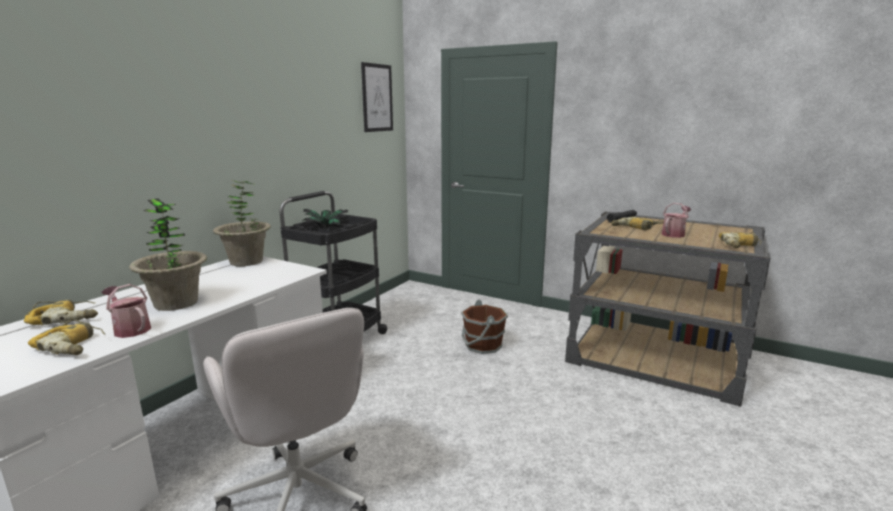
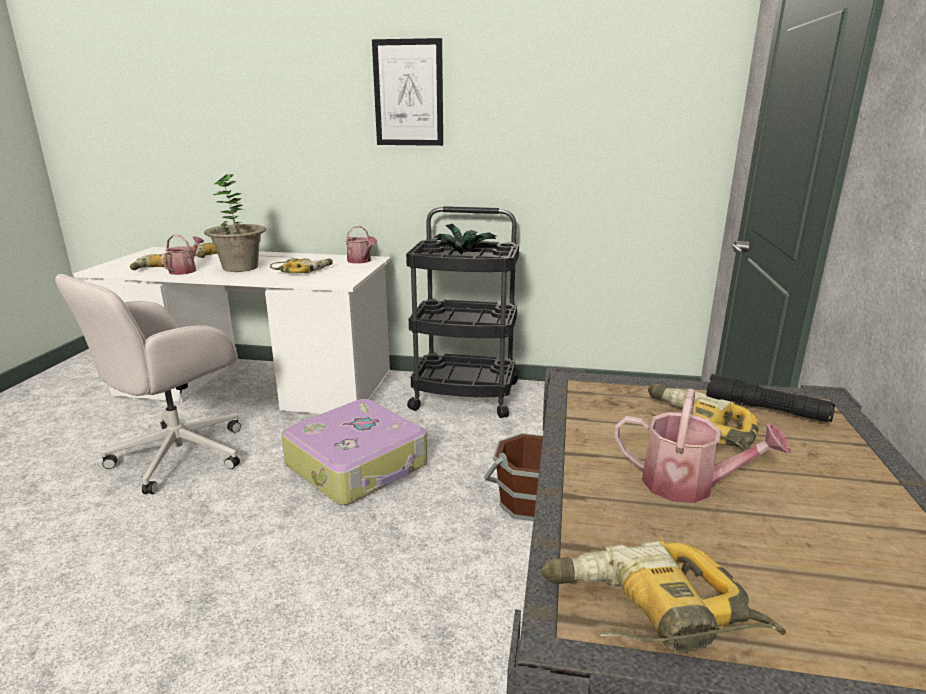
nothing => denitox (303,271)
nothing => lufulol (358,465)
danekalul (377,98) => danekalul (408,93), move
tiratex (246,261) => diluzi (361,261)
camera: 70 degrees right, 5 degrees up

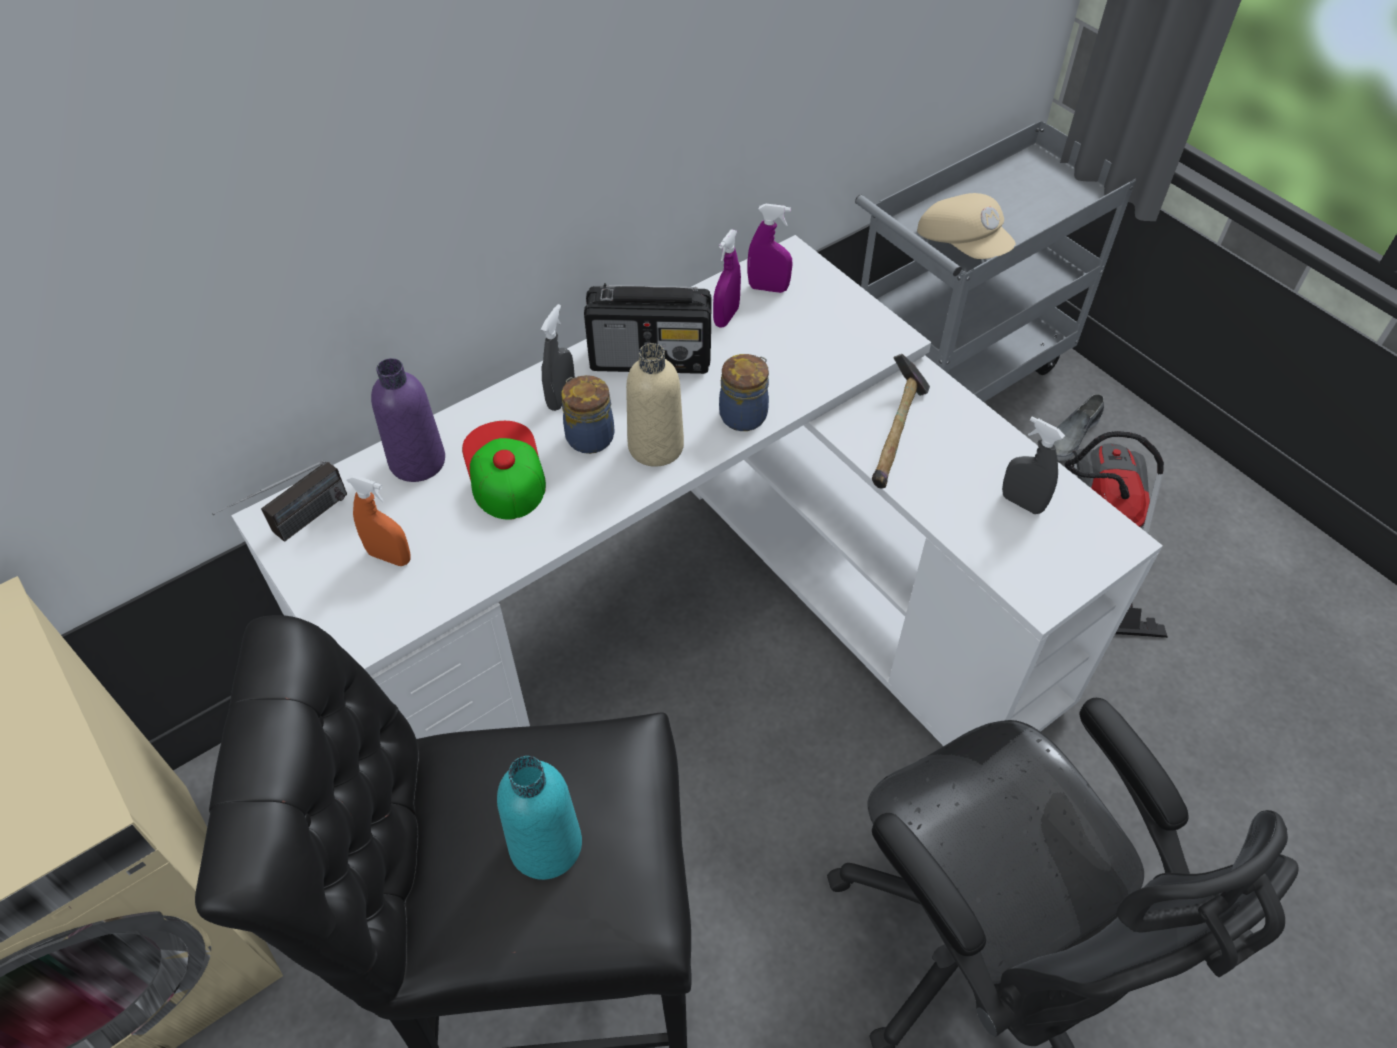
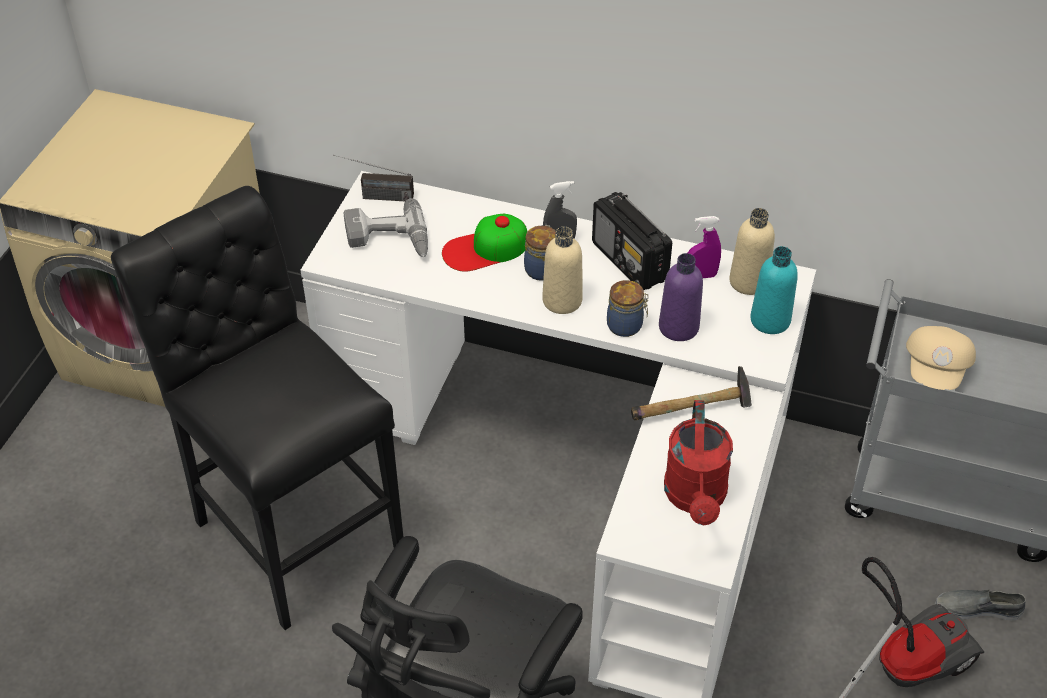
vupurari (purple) (417,461) => vupurari (purple) (678,327), move
vupurari (turquoise) (546,845) => vupurari (turquoise) (770,320), move
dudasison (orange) (390,557) => denitox (388,241)
dudasison (purple) (768,288) => vupurari (beige) (748,282)
dudasison (grey) (1021,503) => diluzi (red) (696,498)
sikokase (504,469) => sikokase (485,249), 150 degrees counterclockwise
camera: 55 degrees right, 5 degrees down

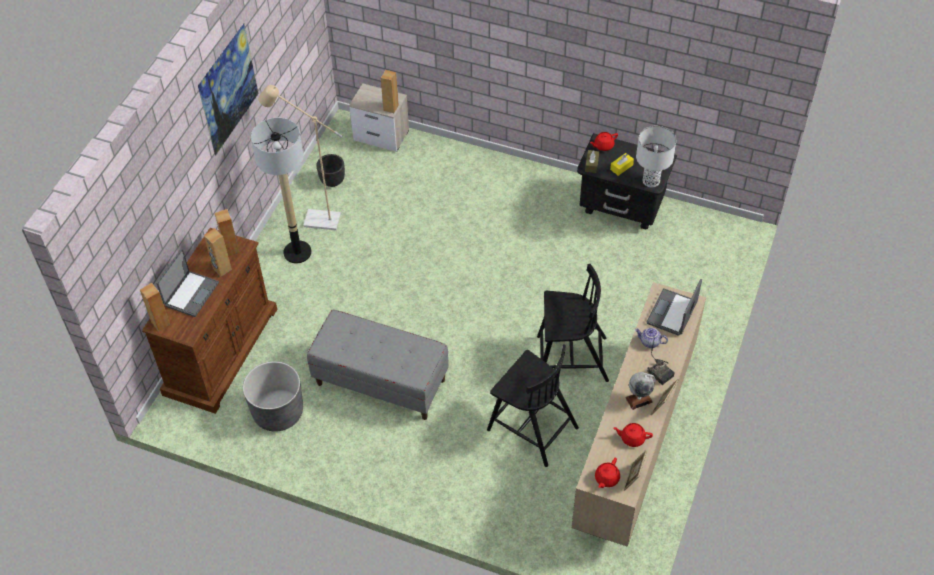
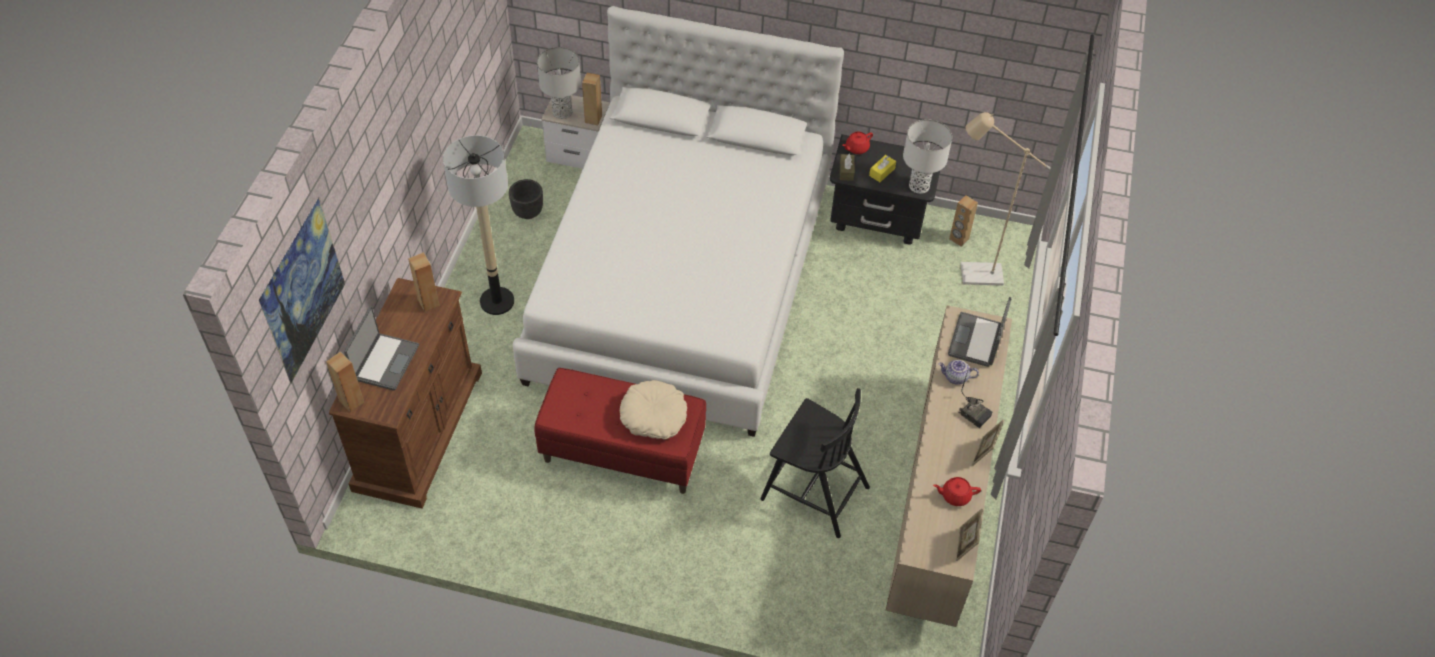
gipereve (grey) (278,412) => nothing
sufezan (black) (570,359) => nothing
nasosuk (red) (606,478) => nothing
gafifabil (639,399) => nothing
nothing => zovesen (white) (682,281)
nothing => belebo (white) (562,112)
nothing => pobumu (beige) (654,415)
danekalul (233,107) => danekalul (311,312), move
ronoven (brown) (222,269) => ronoven (brown) (958,239), move
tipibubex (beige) (315,220) => tipibubex (beige) (973,274), move
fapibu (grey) (381,381) => fapibu (red) (623,451)
camera: 10 degrees left, 0 degrees up

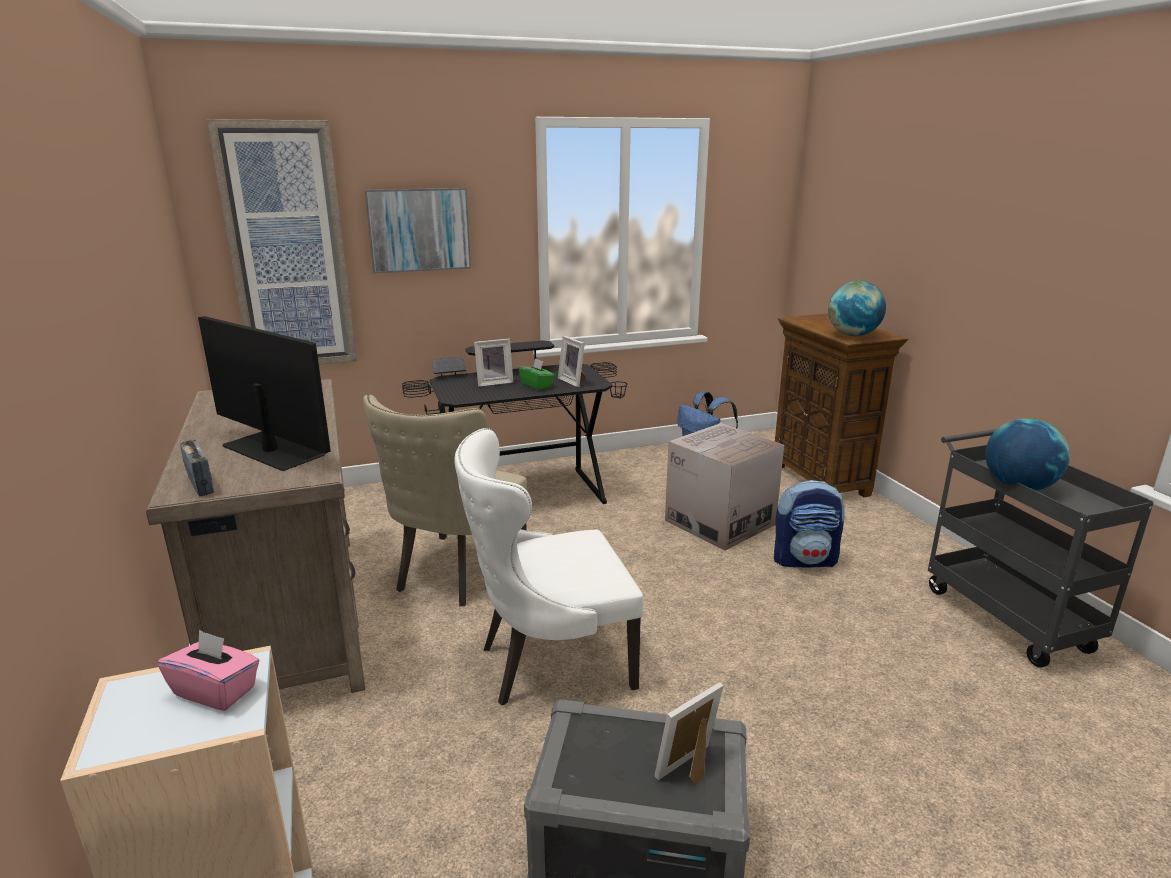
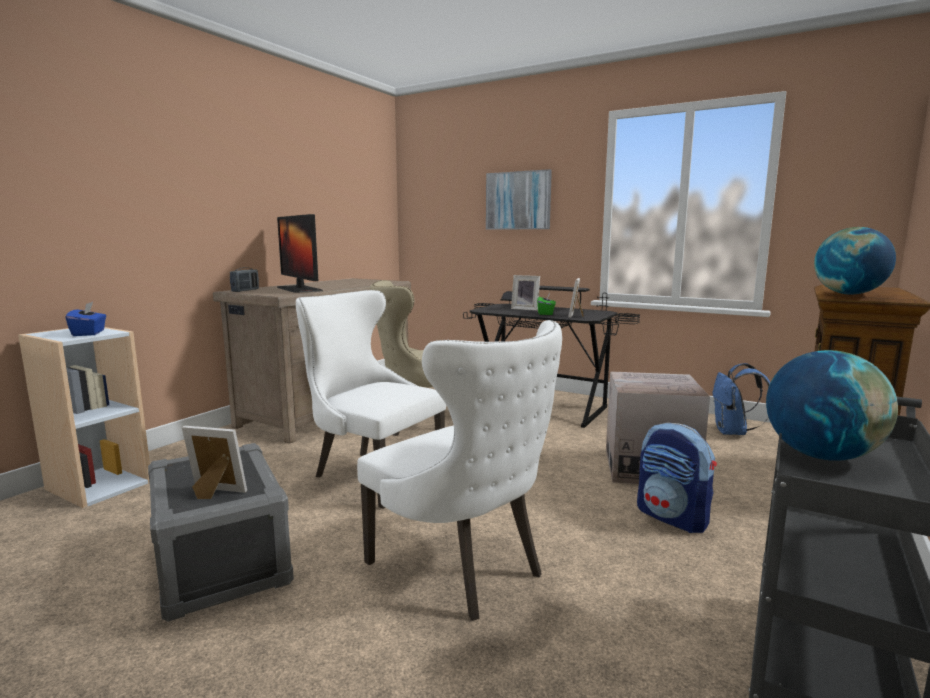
danekalul (288,249) => nothing
nothing => sufezan (white) (463,567)
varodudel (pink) (216,691) => varodudel (blue) (89,333)
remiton (273,451) => remiton (299,289), 150 degrees clockwise
camera: 50 degrees right, 10 degrees down

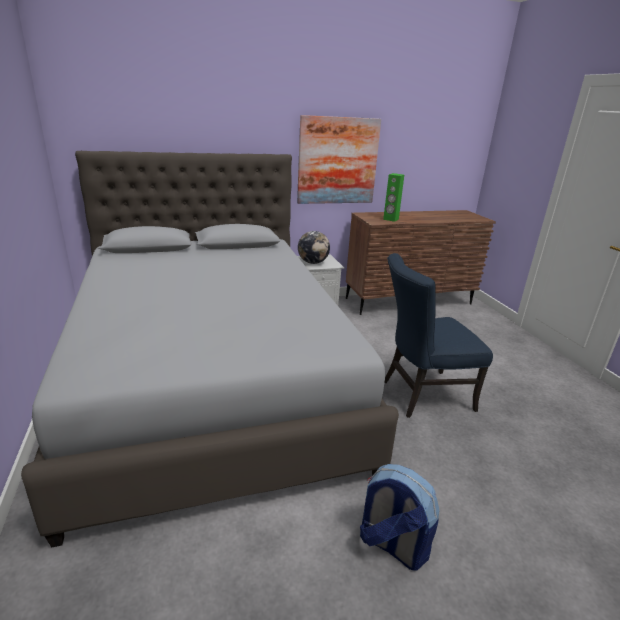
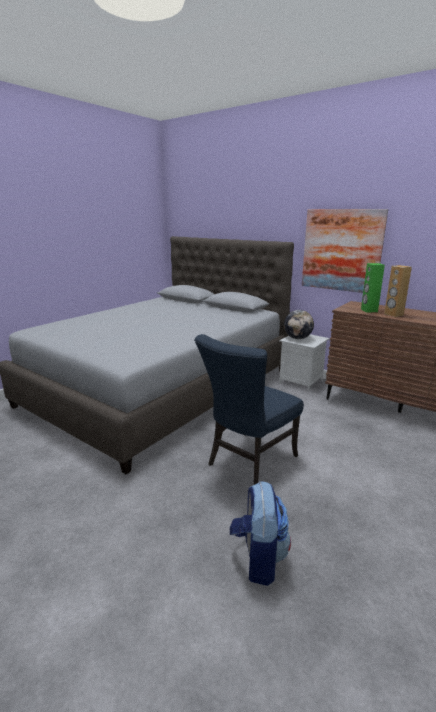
nothing => ronoven (brown) (393,314)
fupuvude (391,545) => fupuvude (258,558), move
sufezan (blue) (421,395) => sufezan (blue) (248,462), 90 degrees counterclockwise
camera: 55 degrees right, 5 degrees down

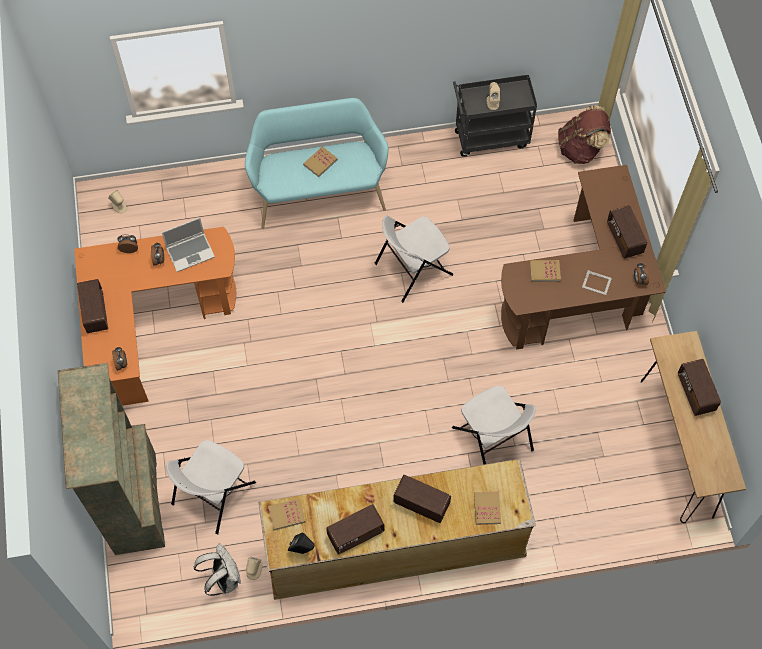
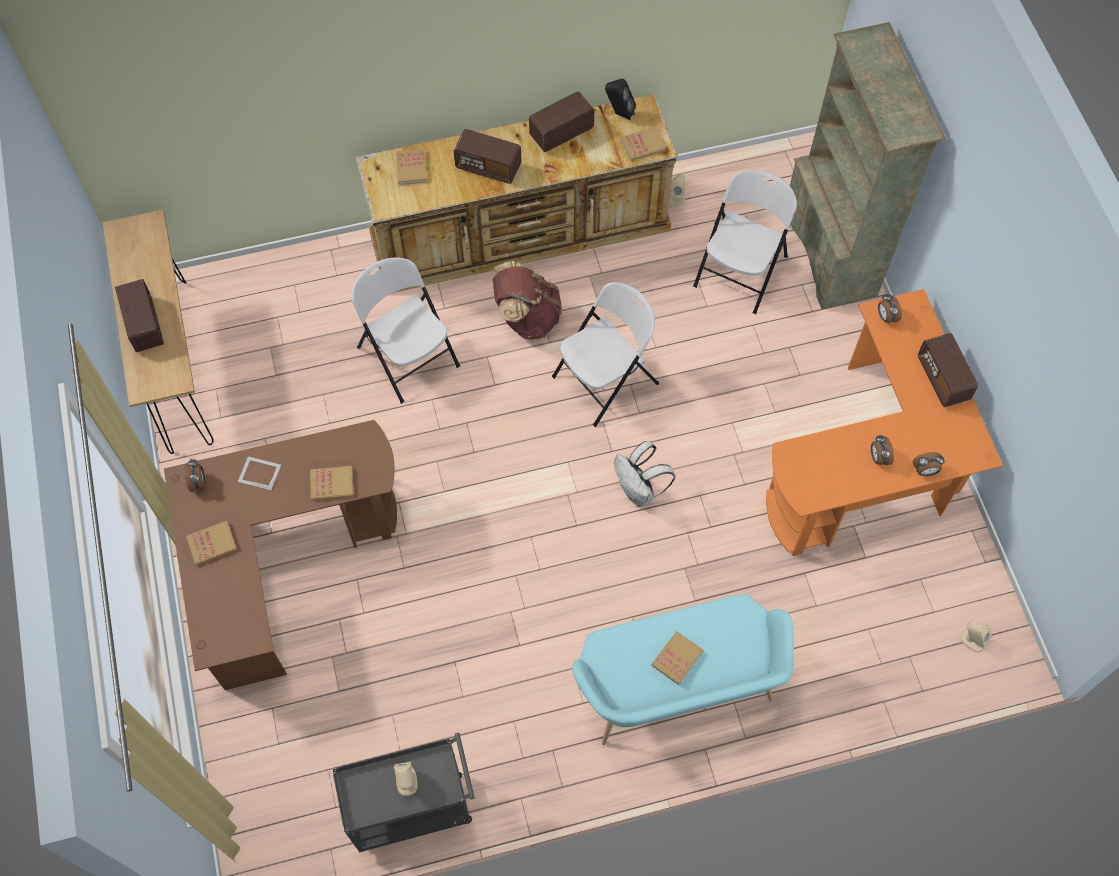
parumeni (190,252) => nothing
fupuvude (white) (223,578) => fupuvude (white) (639,491), move
sufezan (white) (413,269) => sufezan (white) (605,380), move
fupuvude (brown) (581,148) => fupuvude (brown) (527,317), move
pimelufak (624,238) => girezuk (212,544)
camera: 175 degrees right, 0 degrees up

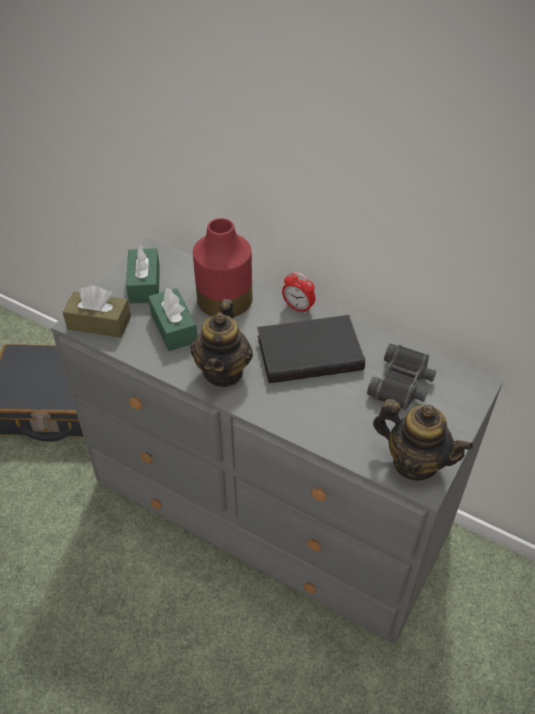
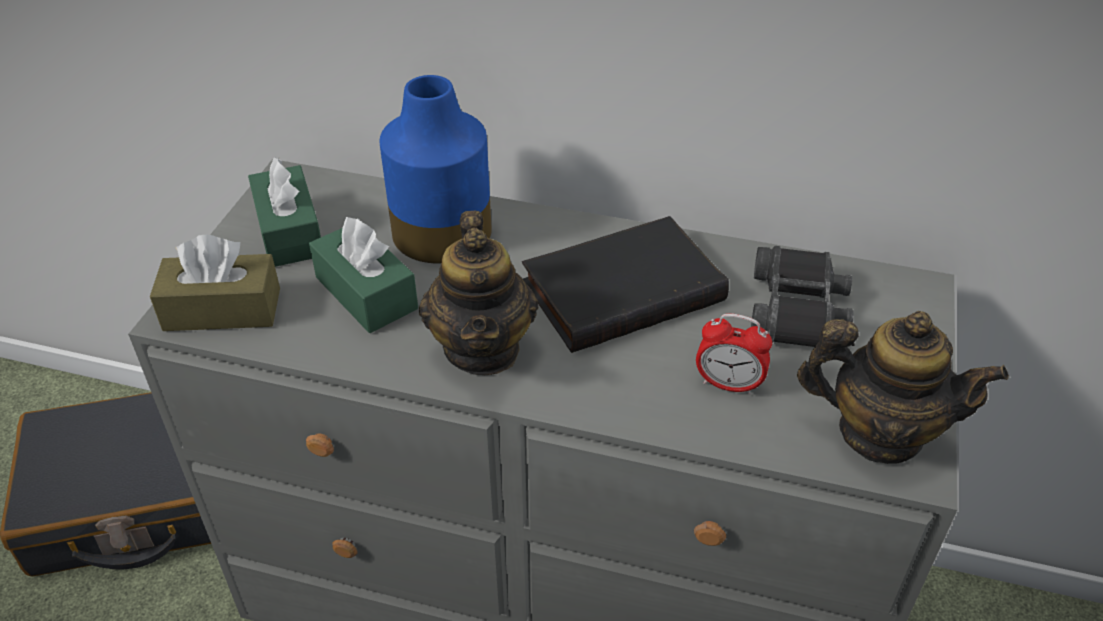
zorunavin (298,307) => zorunavin (728,384), move
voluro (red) (224,298) => voluro (blue) (440,231)
camera: 15 degrees left, 5 degrees down

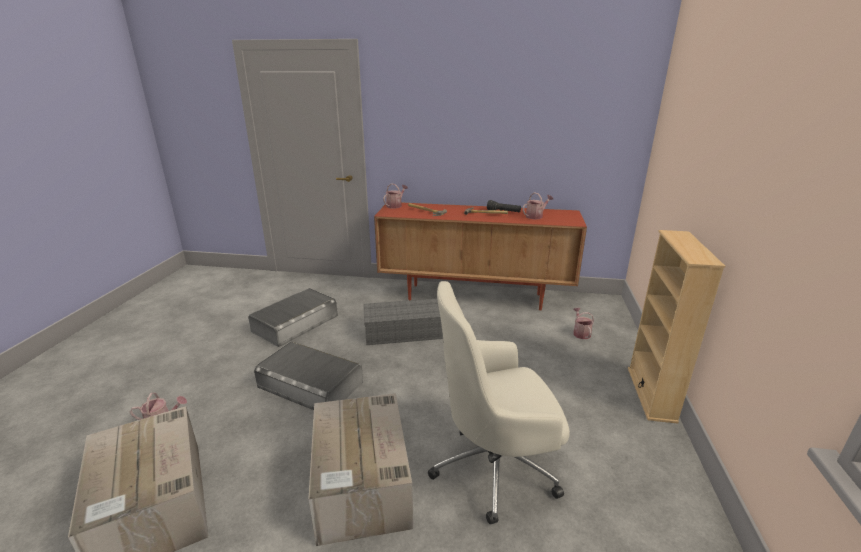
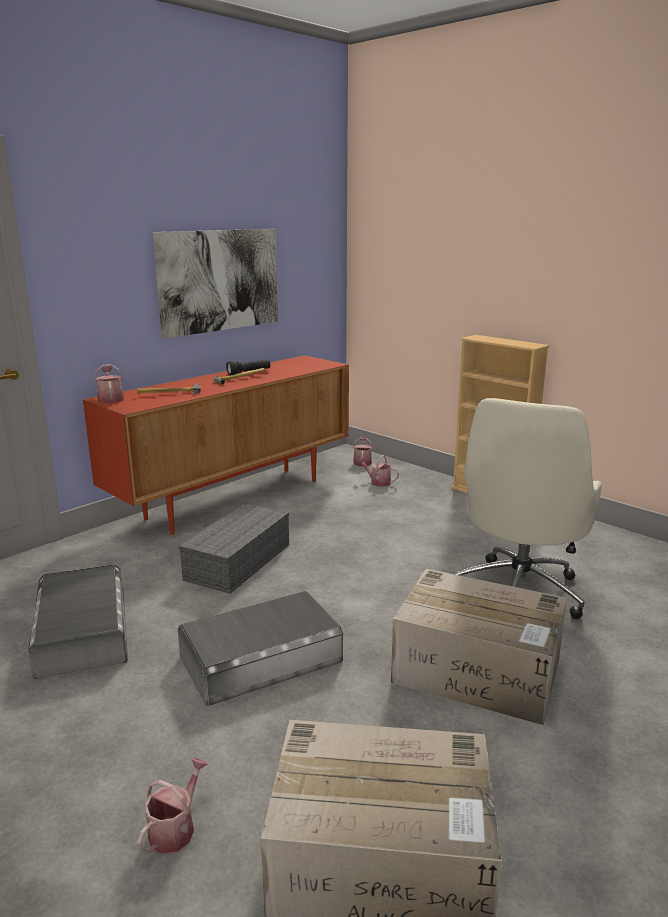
nothing => danekalul (220,280)
diluzi (536,216) => diluzi (362,462), move
camera: 55 degrees left, 5 degrees down

